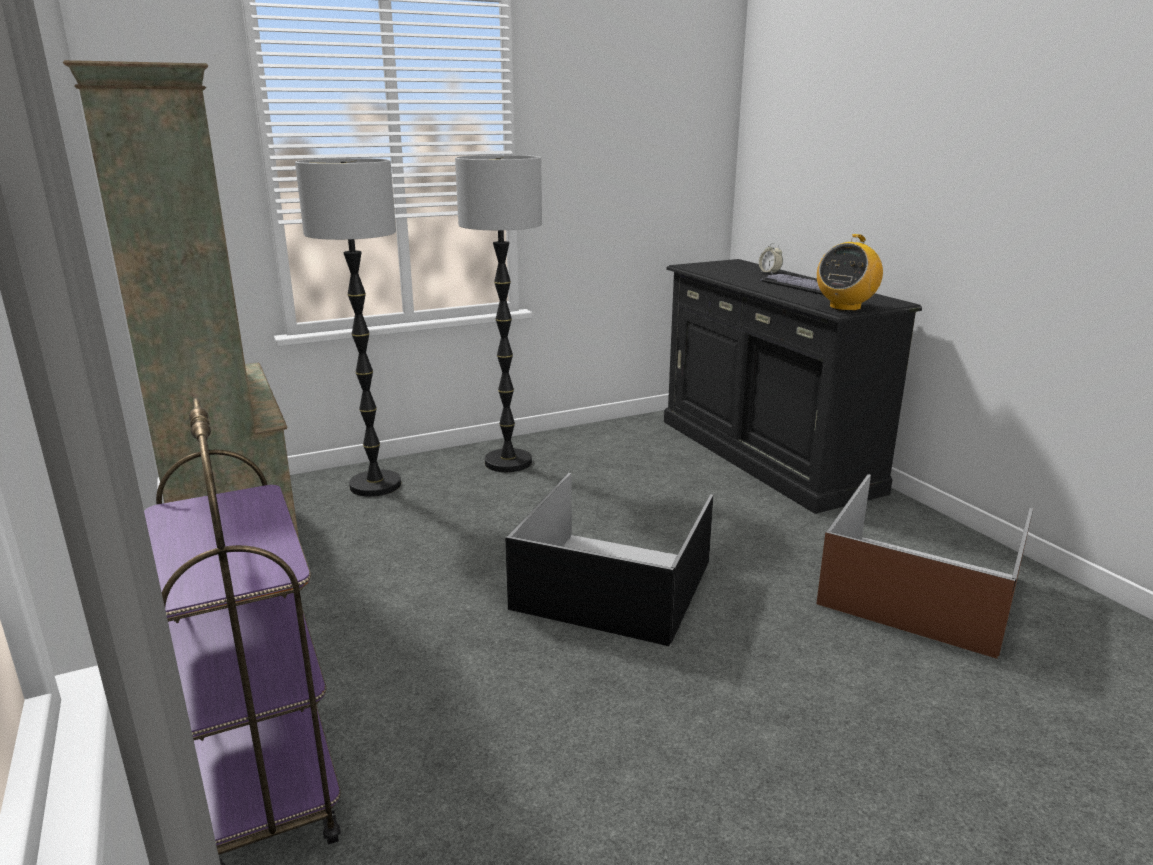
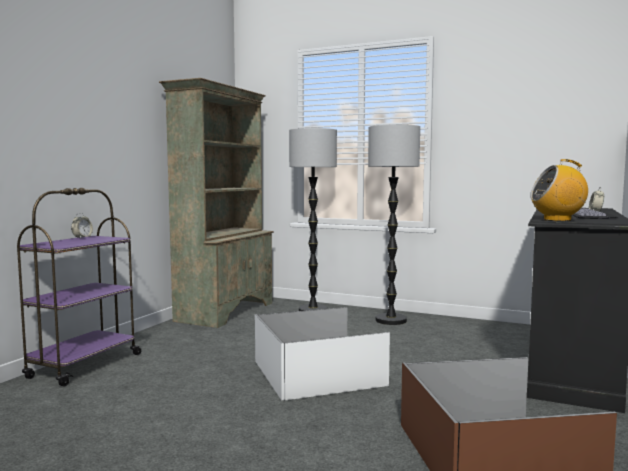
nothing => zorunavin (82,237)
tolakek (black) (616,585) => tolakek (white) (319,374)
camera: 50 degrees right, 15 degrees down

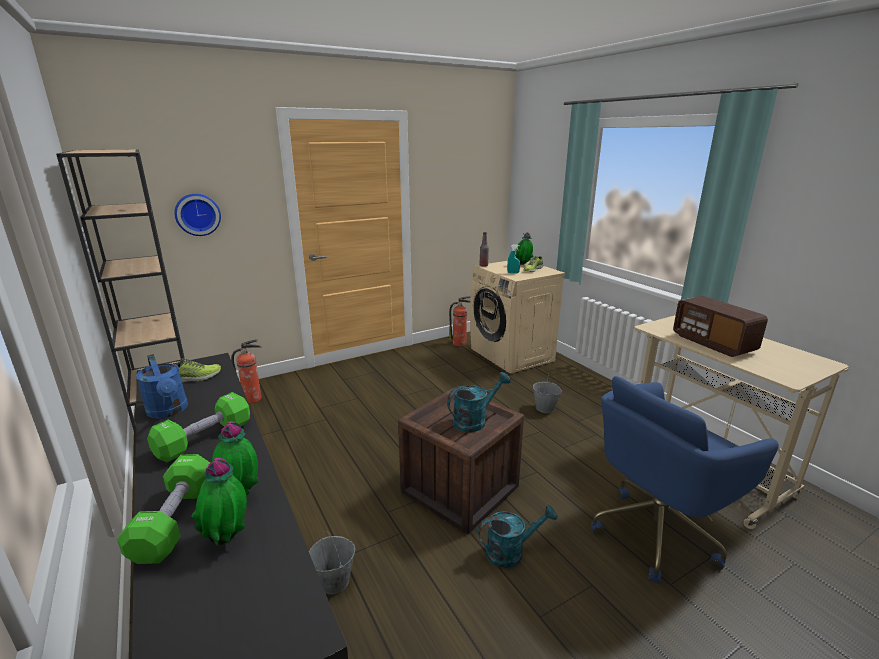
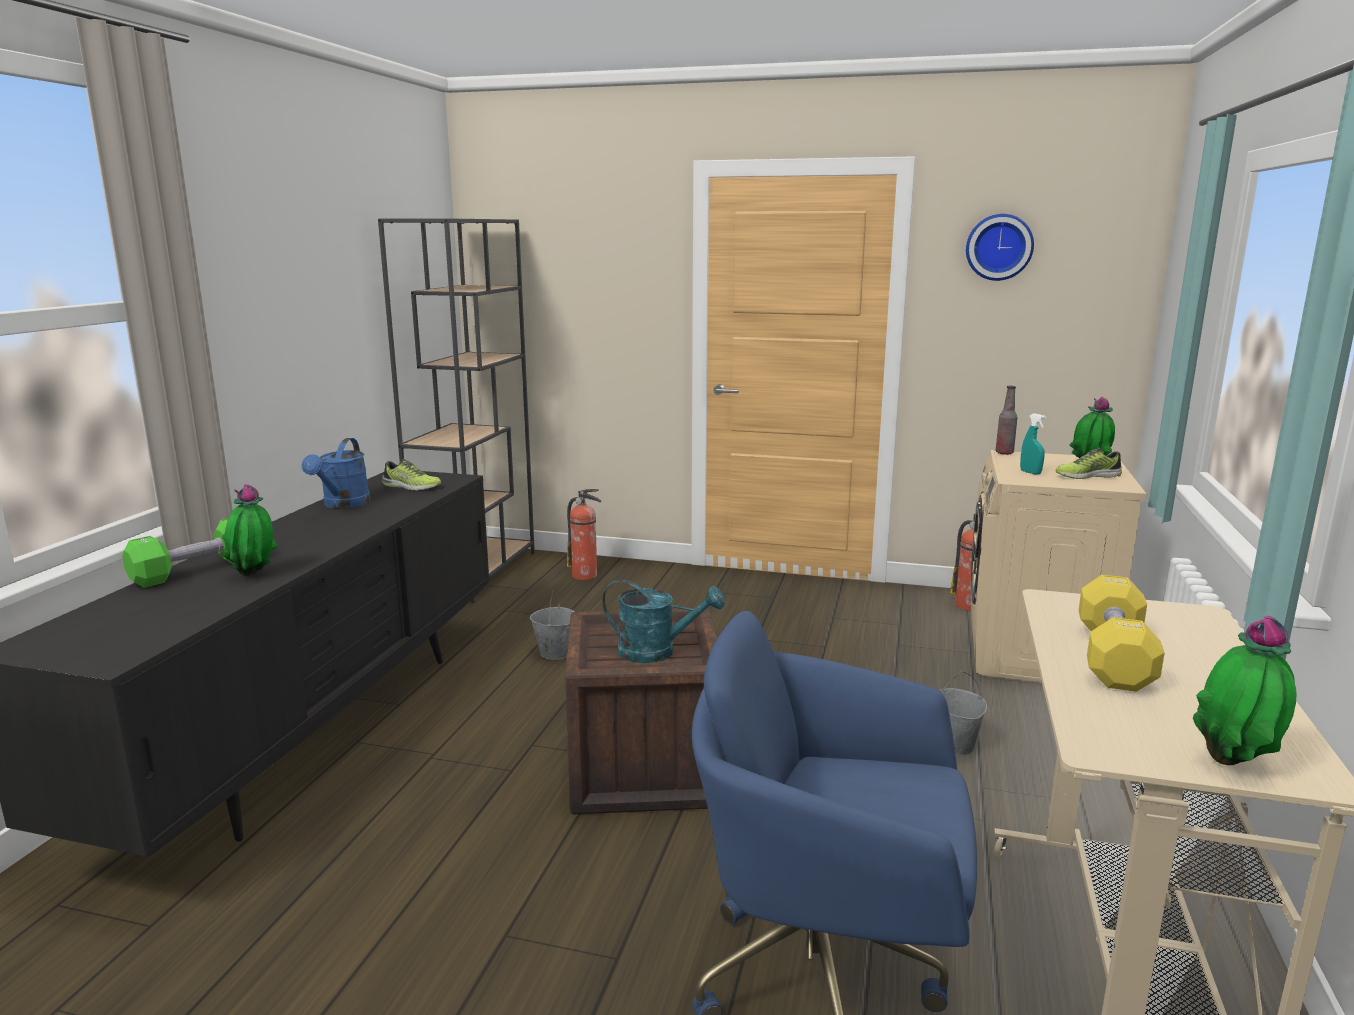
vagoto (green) (204,439) => nothing
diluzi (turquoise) (511,551) => nothing
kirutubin (197,214) => kirutubin (999,247), move
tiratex (228,540) => tiratex (1235,765), move
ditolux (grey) (333,581) => ditolux (grey) (555,653), move
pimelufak (713,343) => vagoto (yellow) (1113,657)
camera: 45 degrees right, 5 degrees down

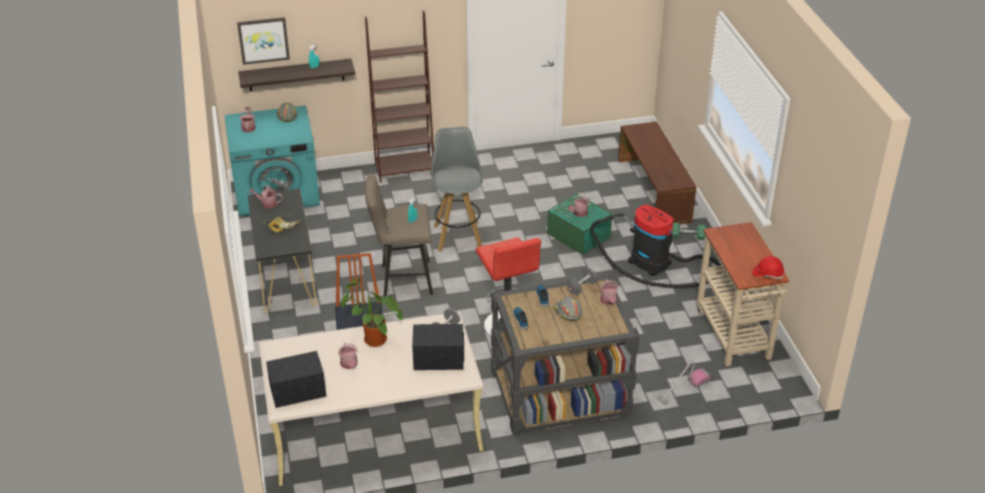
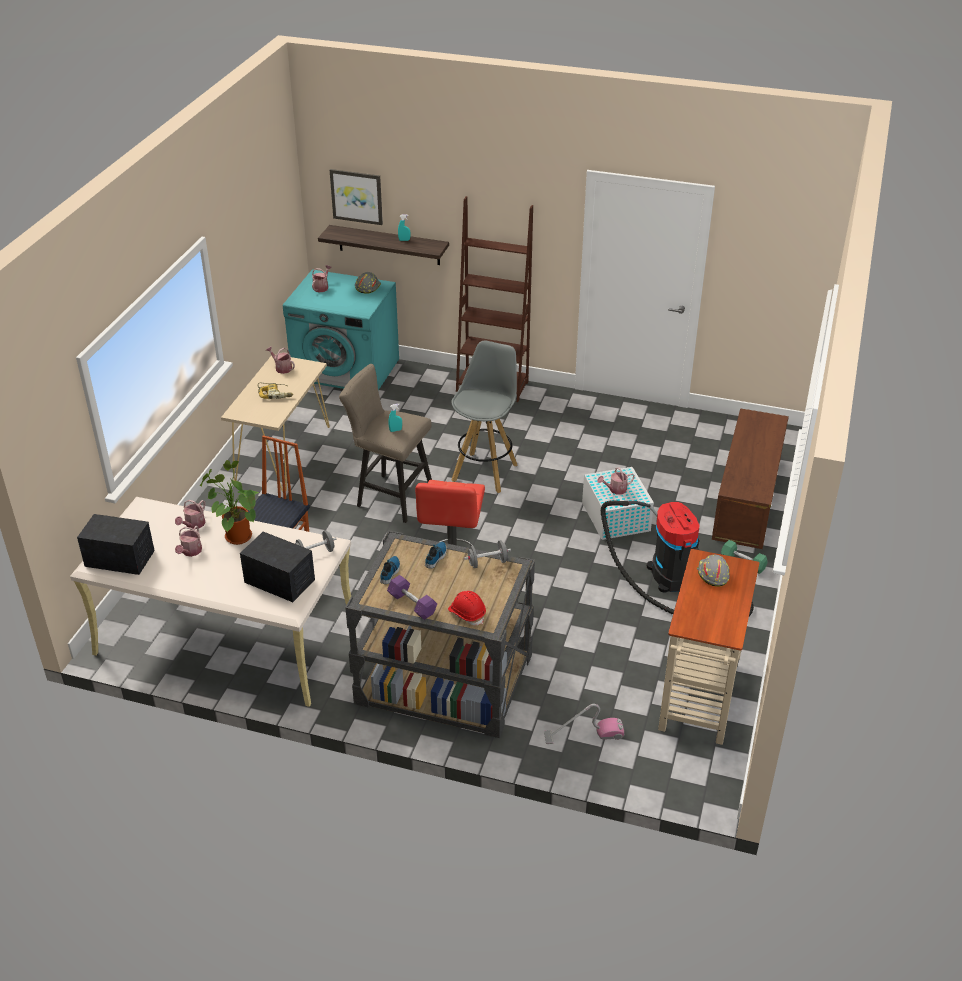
nothing => vagoto (purple) (412,604)
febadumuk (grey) (567,313) => febadumuk (grey) (712,574), move
diluzi (608,301) => diluzi (193,525), move
febadumuk (red) (767,274) => febadumuk (red) (467,614), move
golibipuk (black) (285,277) => golibipuk (beige) (283,453)
tolakek (green) (578,235) => tolakek (white) (615,516)
camera: 30 degrees right, 0 degrees up

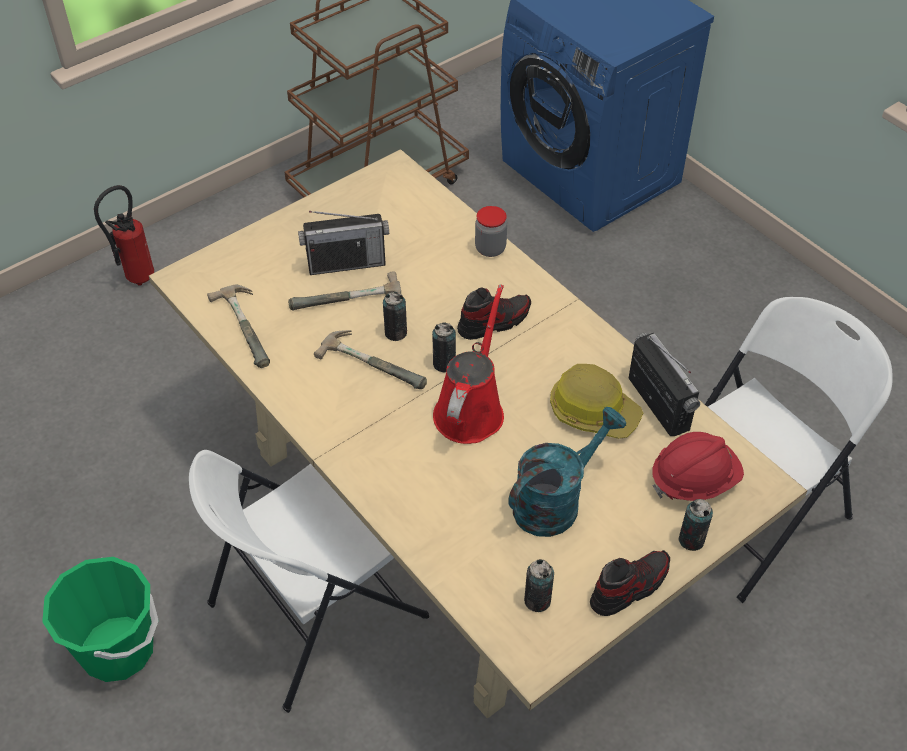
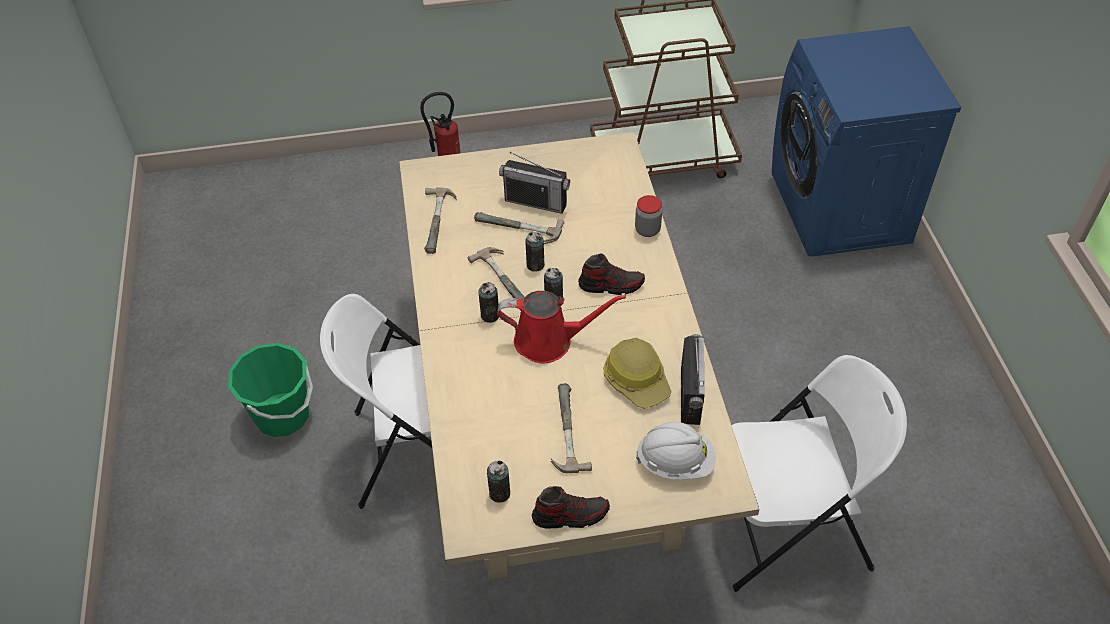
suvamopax (691,540) => suvamopax (490,315), move
diluzi (turquoise) (555,501) => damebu (562,431)
febadumuk (red) (694,480) => febadumuk (white) (675,462)
diluzi (red) (471,409) => diluzi (red) (549,341), 45 degrees clockwise
camera: 30 degrees right, 0 degrees up

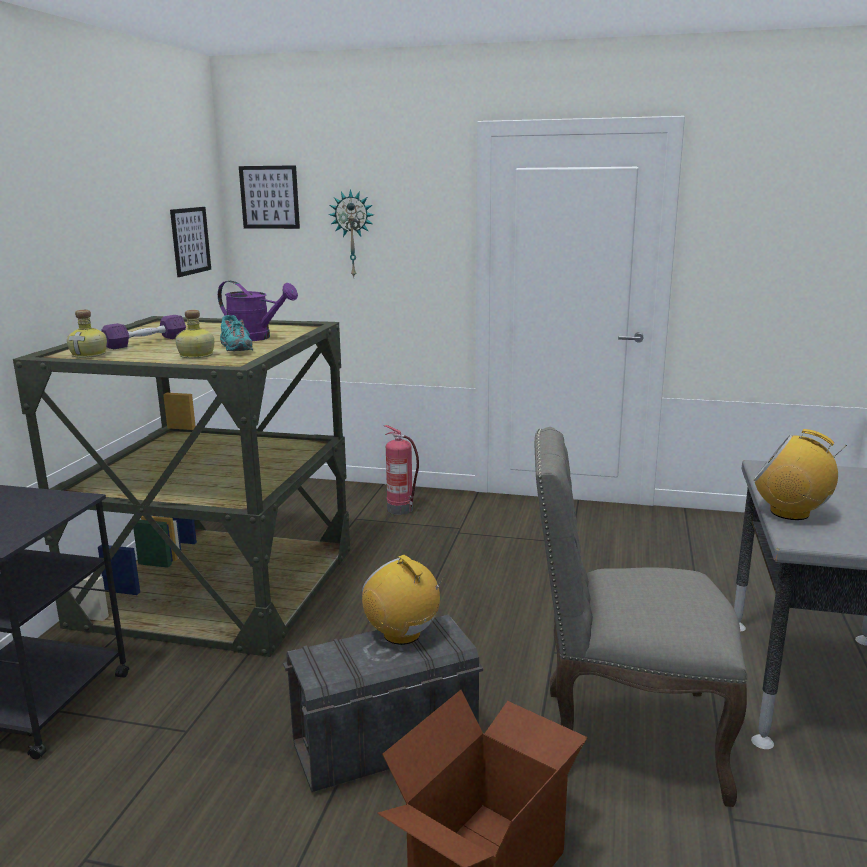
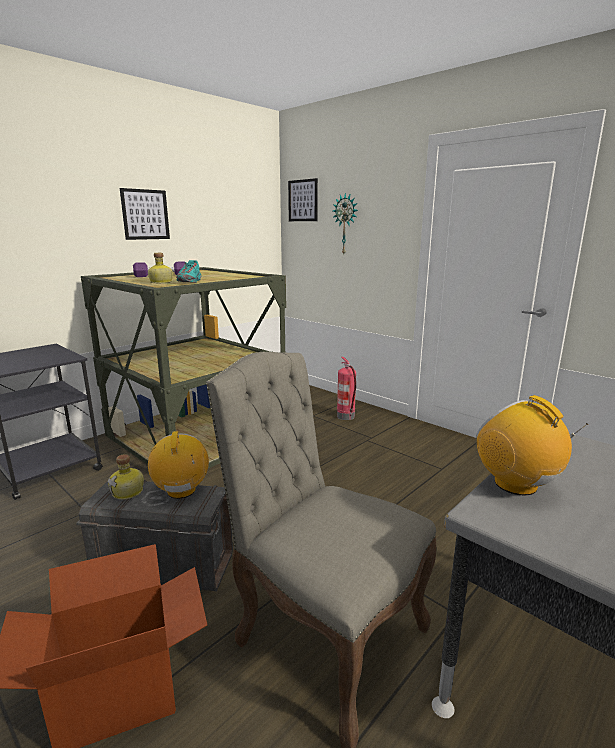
diluzi (purple) (256,338) => nothing
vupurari (90,354) => vupurari (128,492), move
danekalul (190,241) => danekalul (145,214), move
camera: 30 degrees right, 0 degrees up

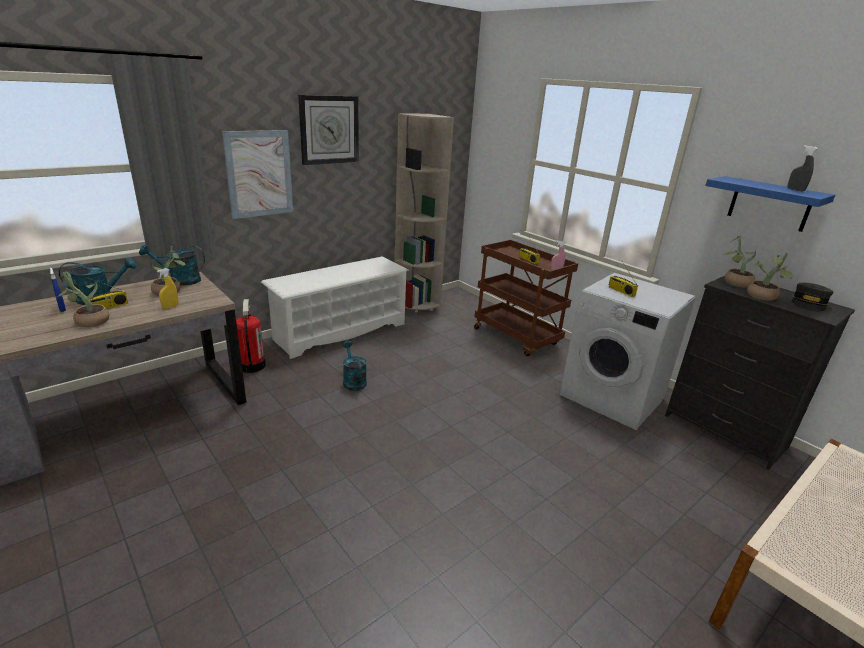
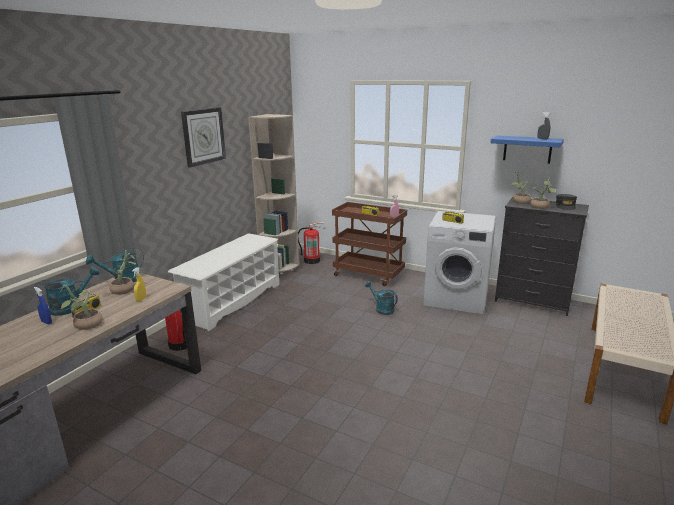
danekalul (259,174) => nothing
nothing => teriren (312,260)
diluzi (turquoise) (353,381) => diluzi (turquoise) (382,309), move
camera: 20 degrees left, 5 degrees down

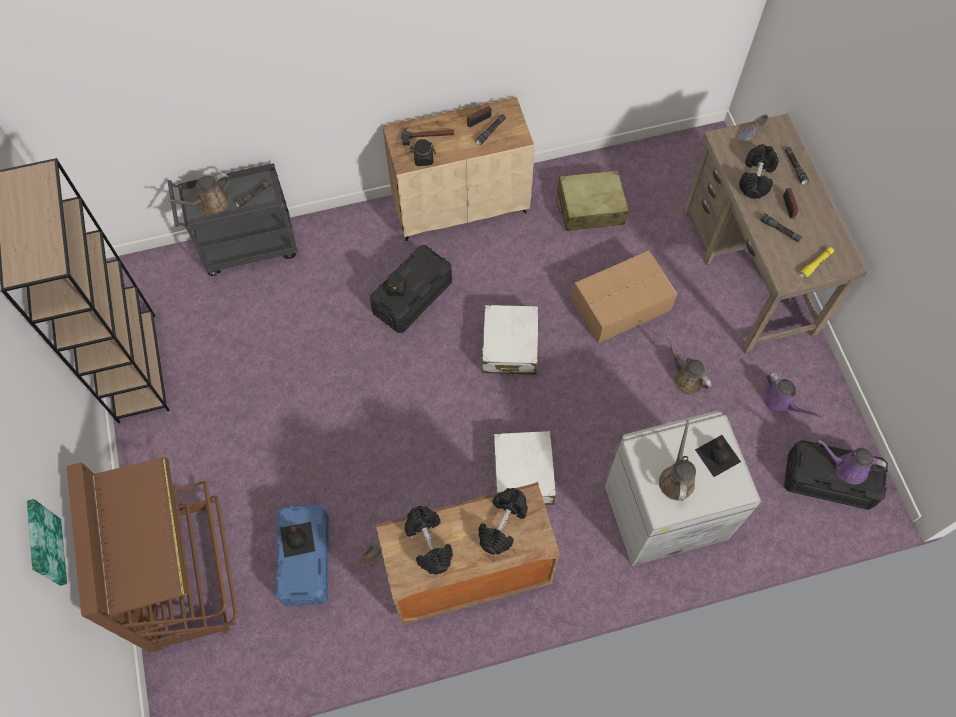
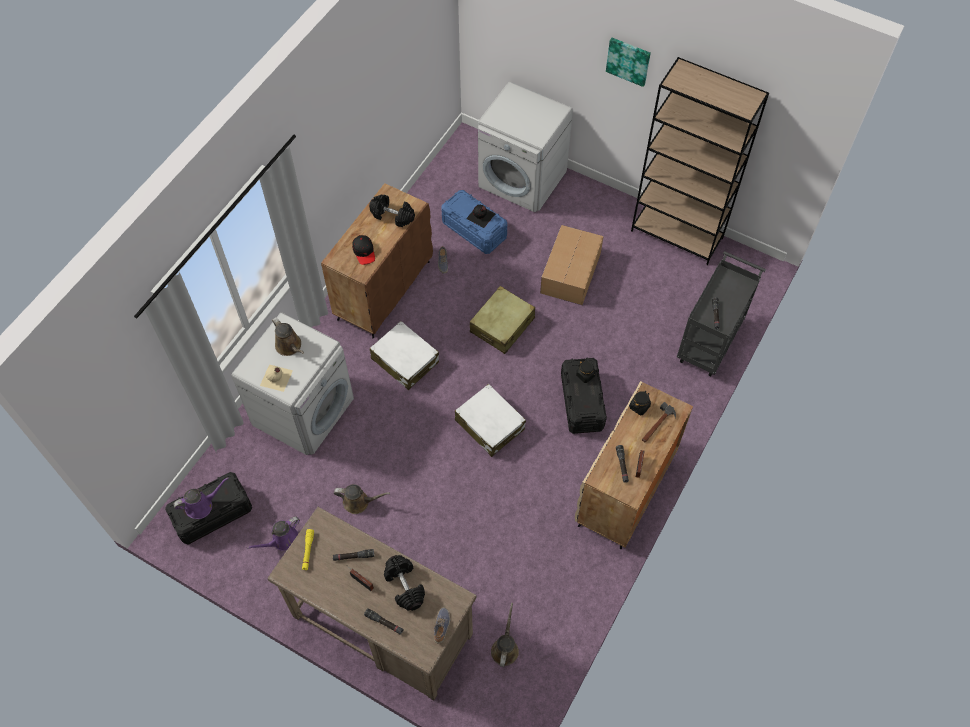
danekalul (43,544) => danekalul (628,60), move
diluzi (brown) (211,204) => diluzi (brown) (505,648), move
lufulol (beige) (590,208) => lufulol (beige) (502,325), move
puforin (619,305) => puforin (571,272), move
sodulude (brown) (189,576) => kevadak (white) (521,179)
vagoto (black) (502,524) => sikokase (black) (364,252)
vupurari (black) (718,454) => vupurari (beige) (276,378)
diluzi (purple) (780,402) => diluzi (purple) (282,540), 45 degrees counterclockwise
camera: 135 degrees right, 5 degrees down

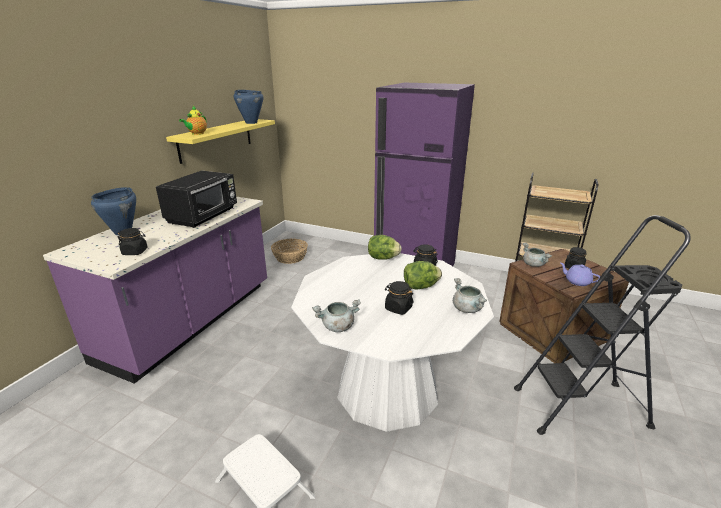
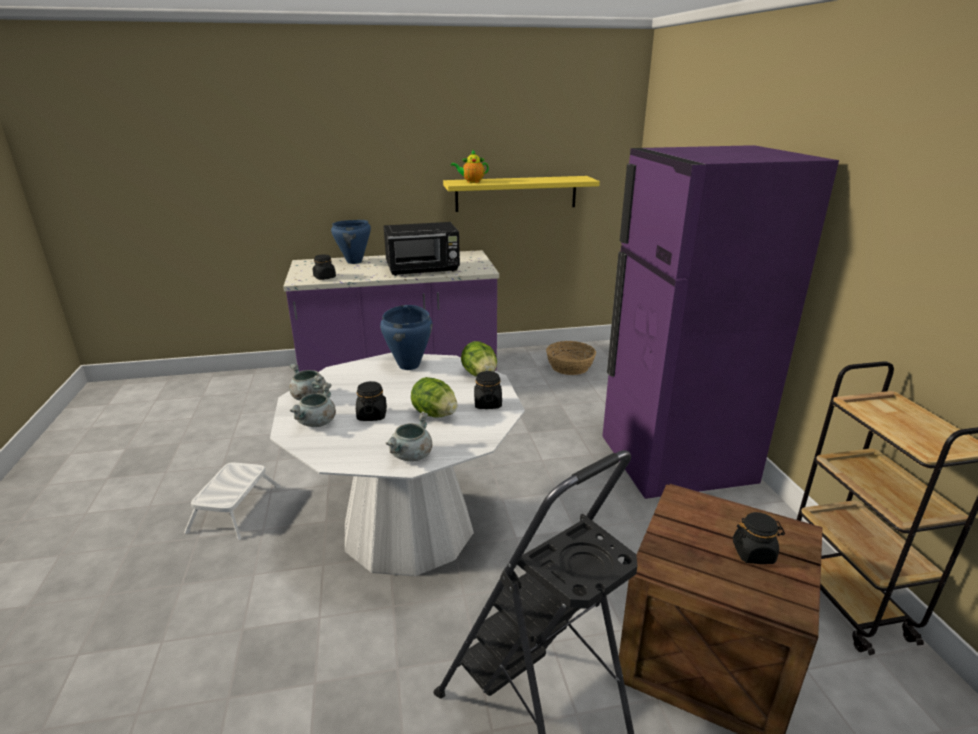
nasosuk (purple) (577,281) => nothing
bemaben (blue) (251,123) => bemaben (blue) (409,365), move
bemaben (grey) (534,265) => bemaben (grey) (316,423), move
camera: 55 degrees right, 0 degrees up

